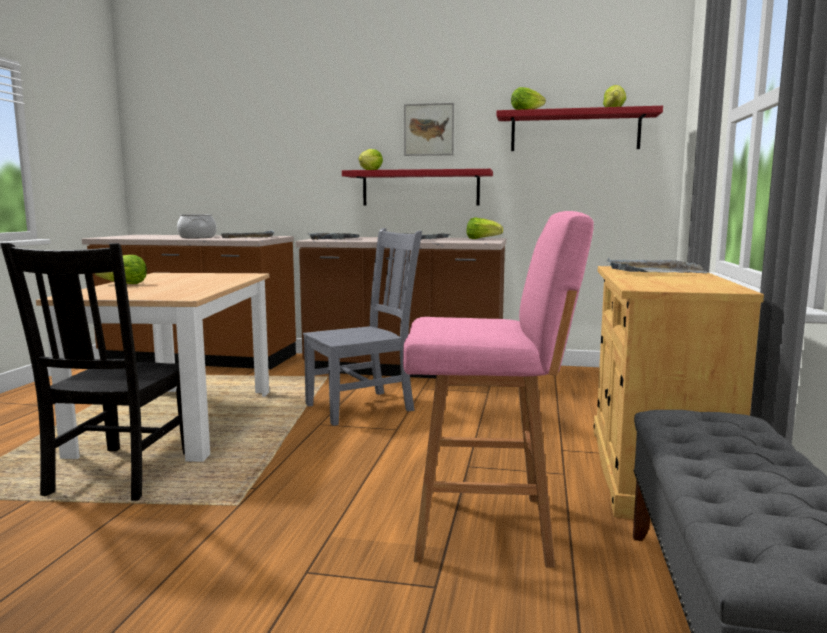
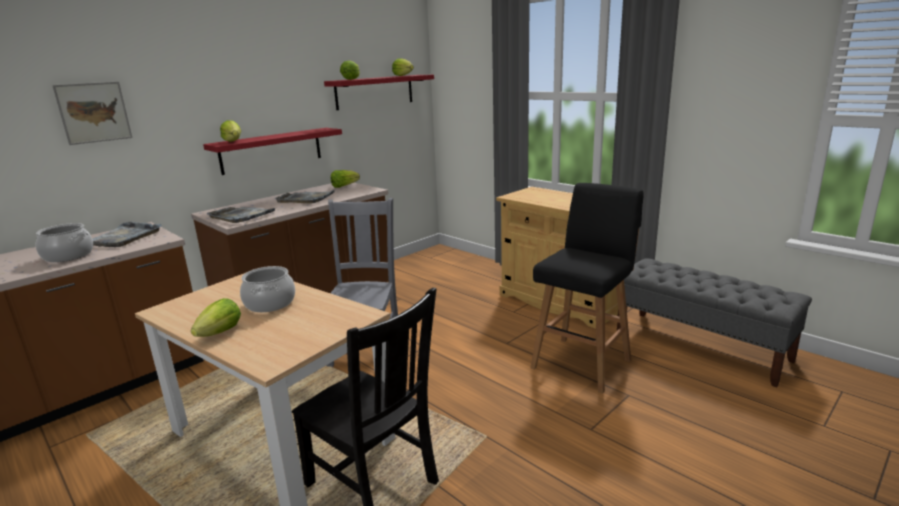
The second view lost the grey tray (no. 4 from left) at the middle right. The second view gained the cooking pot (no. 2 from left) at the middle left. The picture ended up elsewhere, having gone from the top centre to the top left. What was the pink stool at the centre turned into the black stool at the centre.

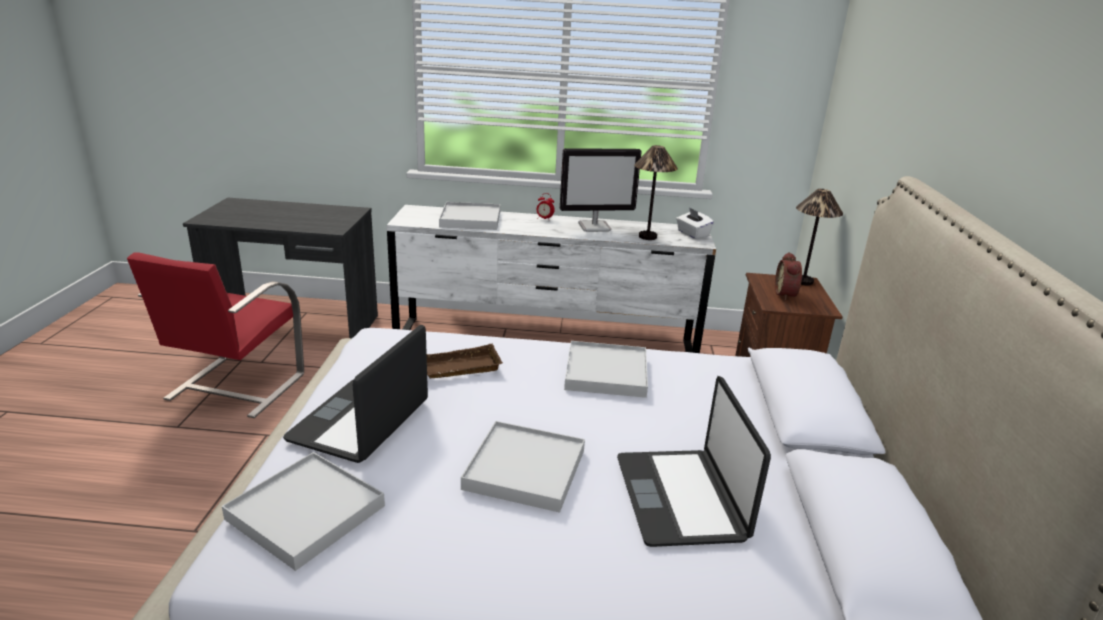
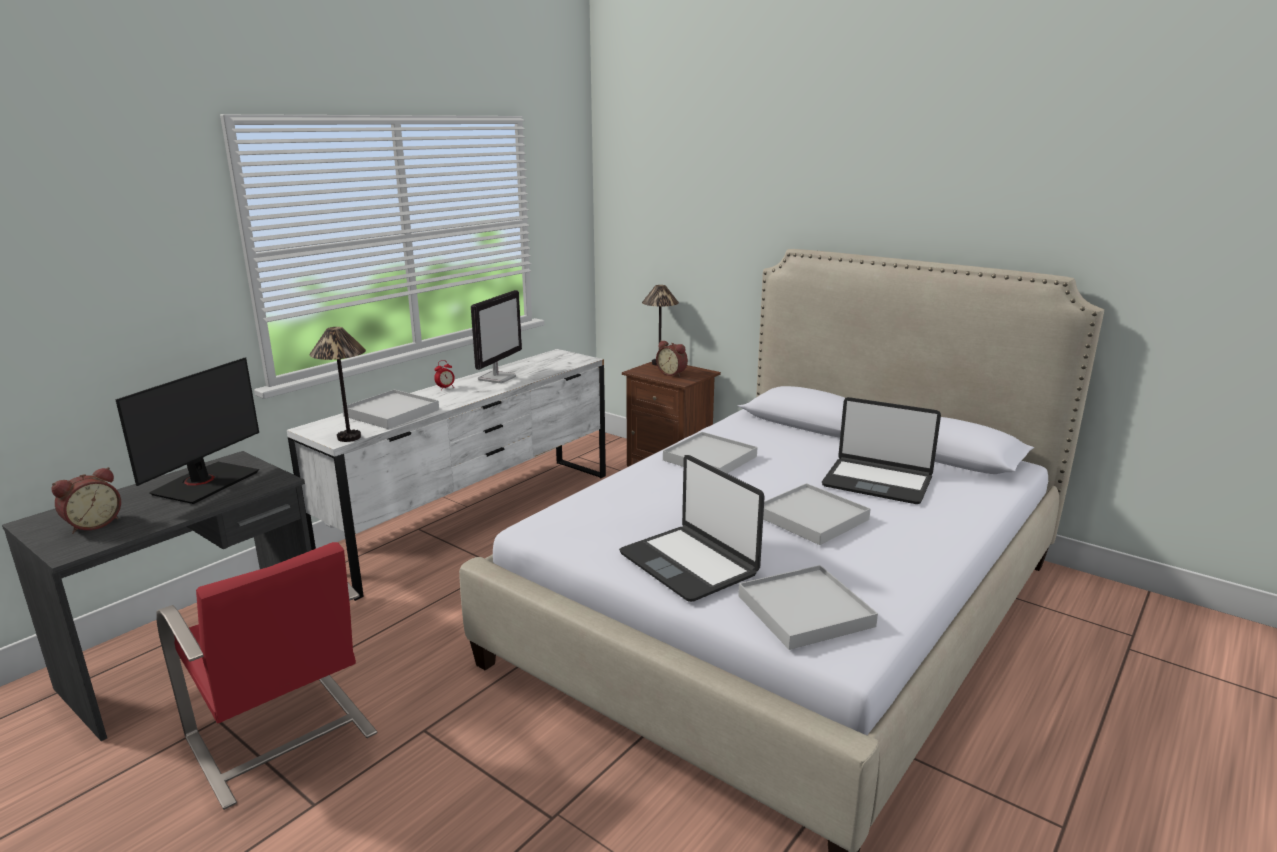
The second view lost the brown tray at the centre. The second view lost the white tissue box at the centre. The second view gained the alarm clock (no. 1 from left) at the middle left. The second view gained the monitor (no. 1 from left) at the middle left. The table lamp (no. 1 from left) ended up elsewhere, having gone from the top centre to the middle left.

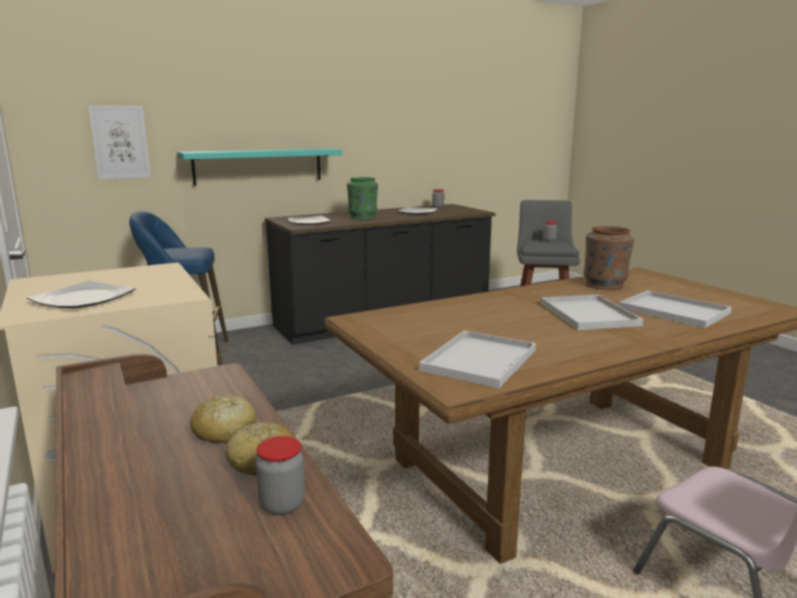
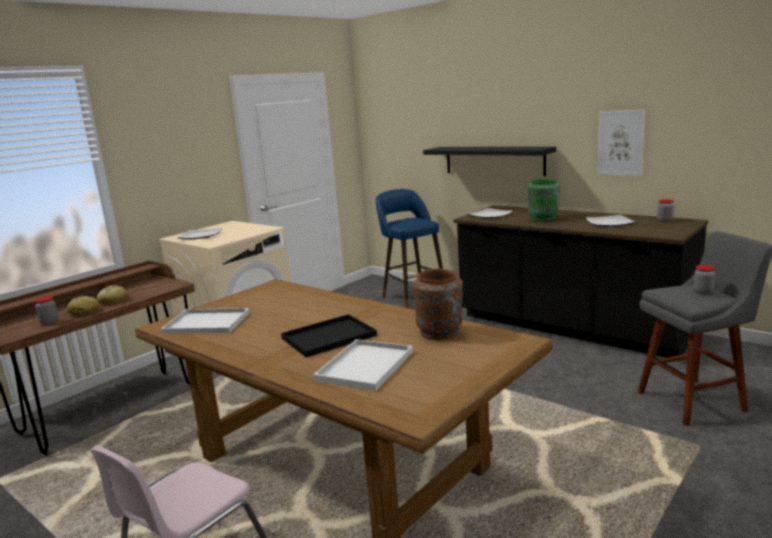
The picture ended up elsewhere, having gone from the top left to the top right. What was the turquoise shelf at the top left turned into the black shelf at the top centre. What was the white tray (no. 2 from left) at the middle right turned into the black tray at the centre.

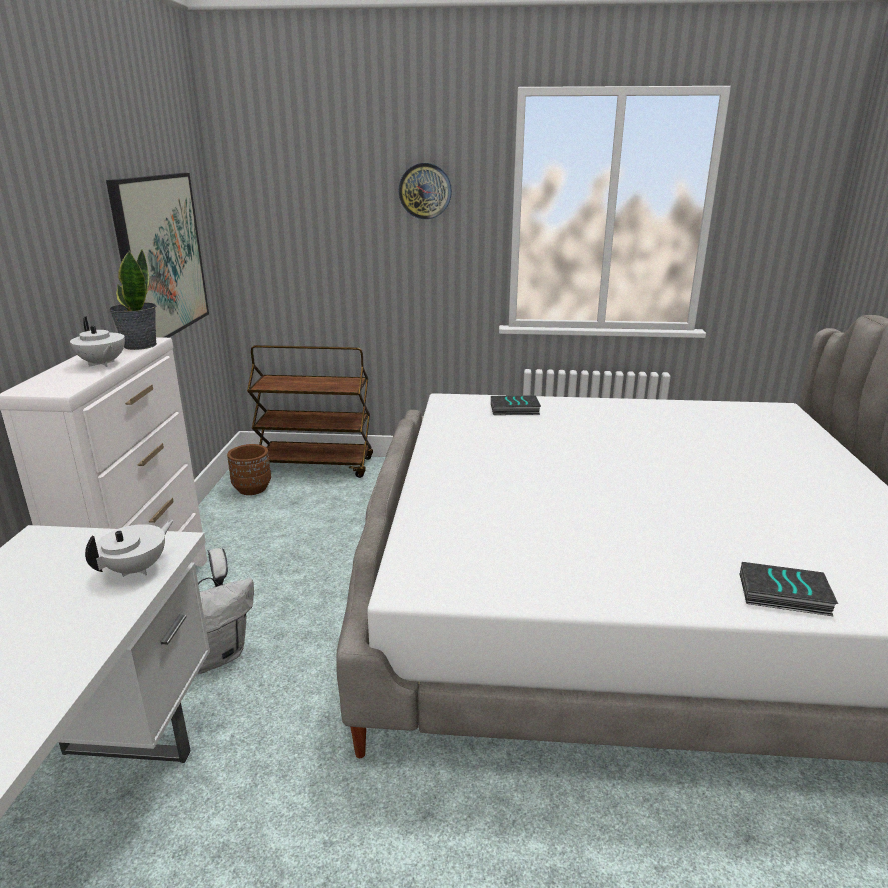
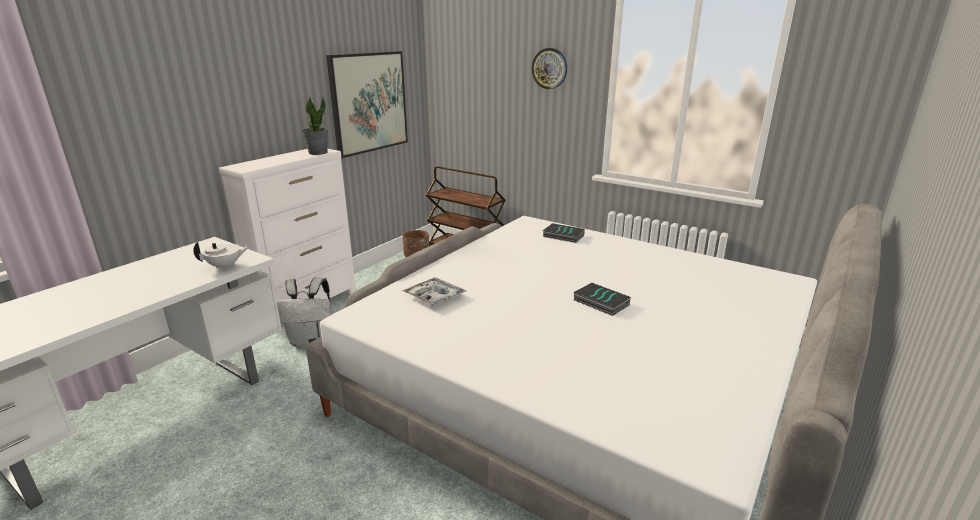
The second view lost the white teapot (no. 1 from left) at the middle left. The second view gained the tray at the centre. The book (no. 2 from left) ended up elsewhere, having gone from the middle right to the centre.

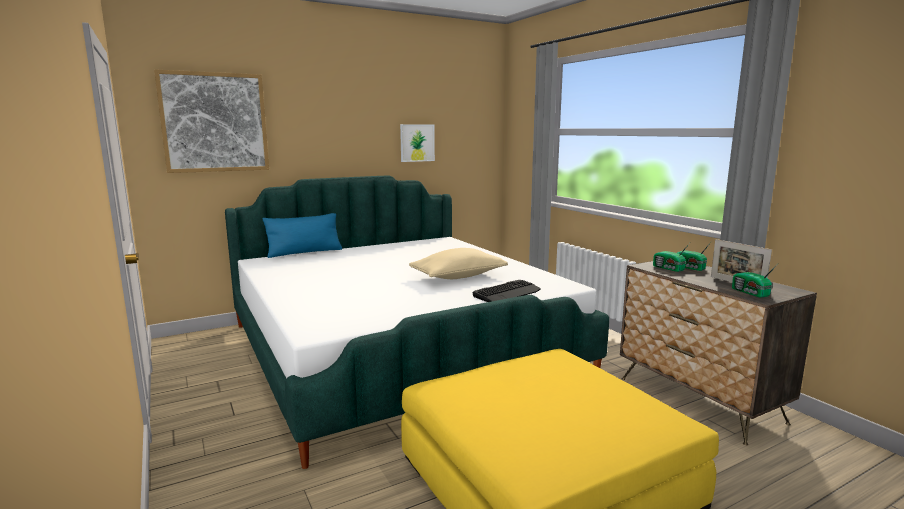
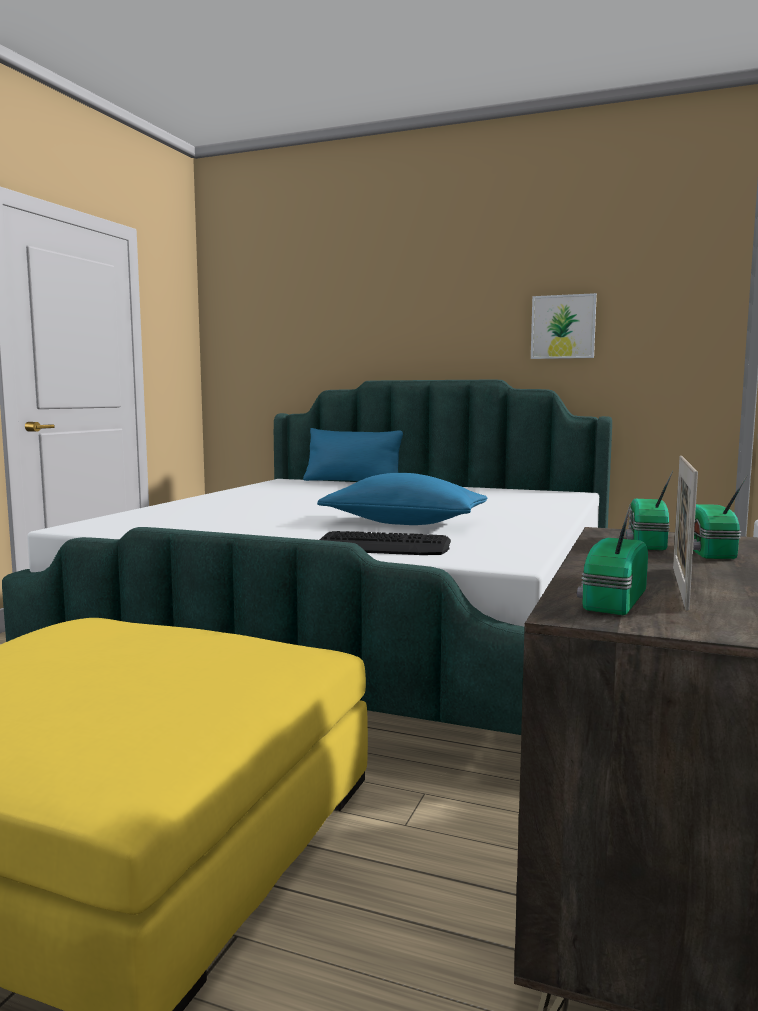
The second view lost the picture (no. 1 from left) at the top left. What was the beige pillow at the centre turned into the blue pillow (no. 2 from left) at the centre.

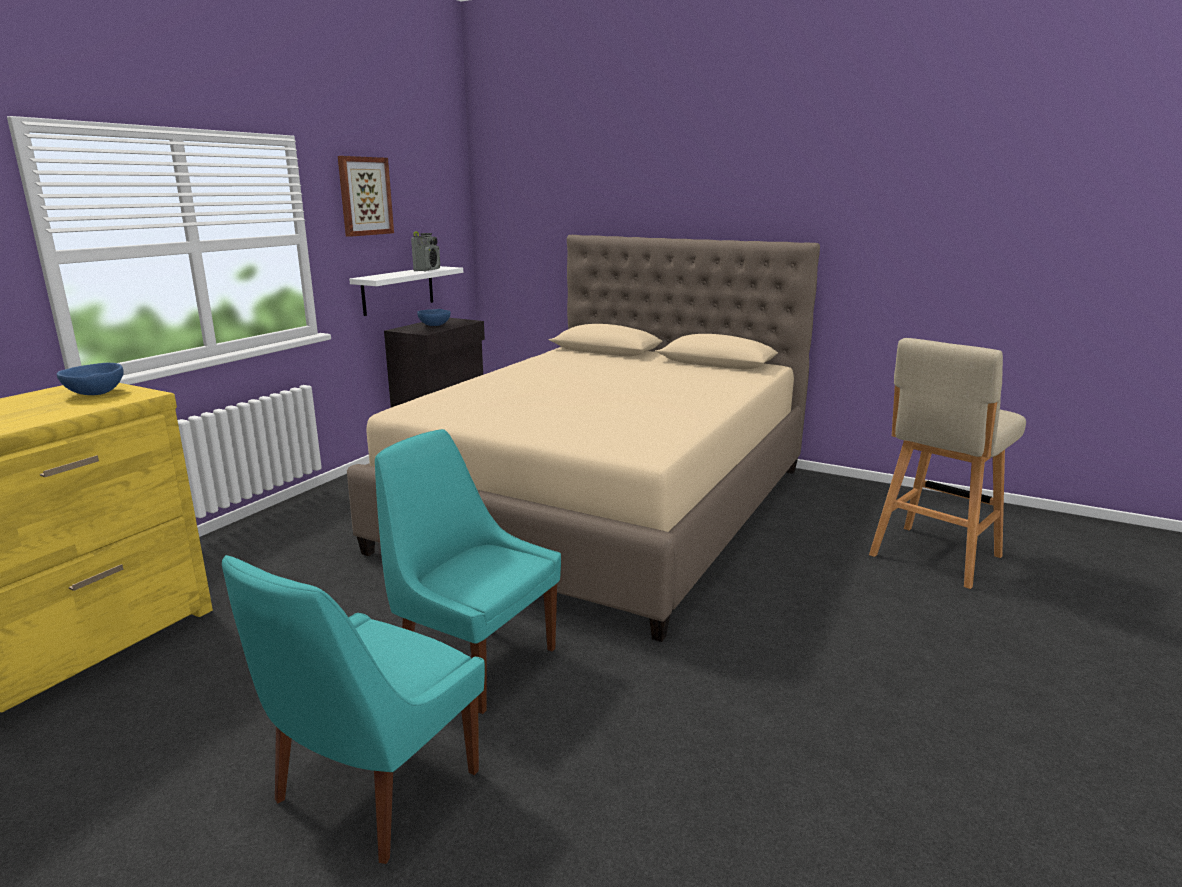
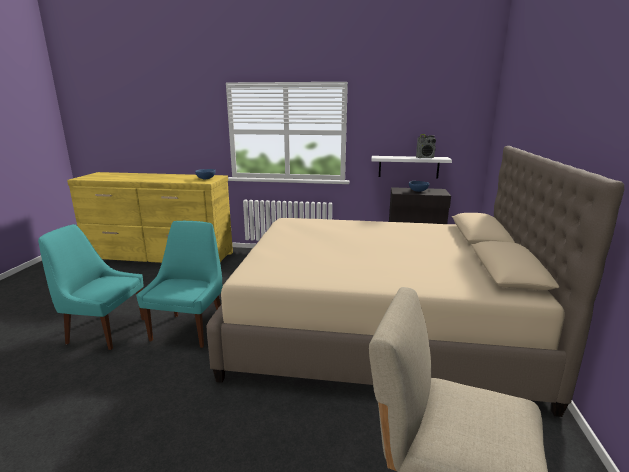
The second view lost the picture at the top left.

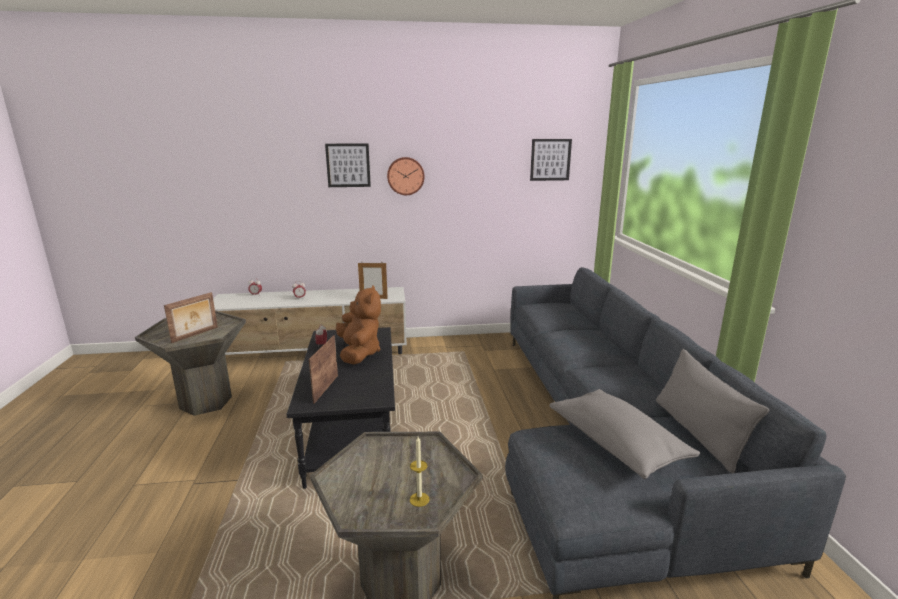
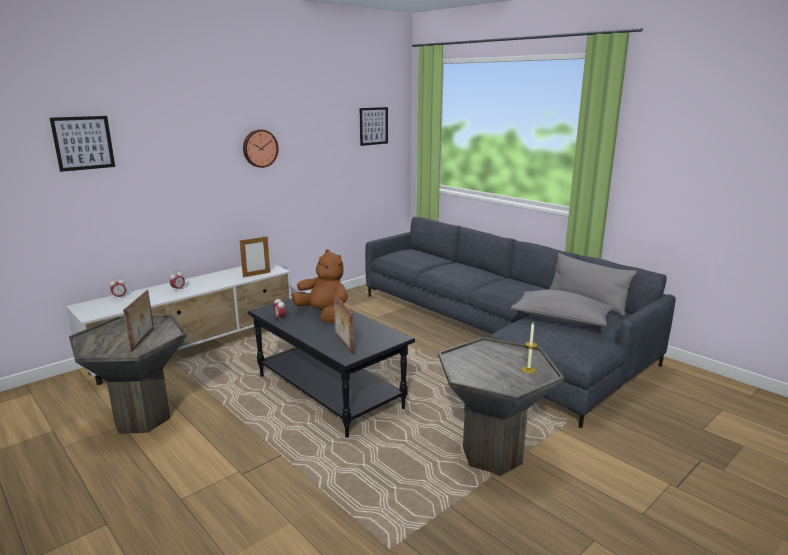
The picture (no. 1 from left) ended up elsewhere, having gone from the top centre to the top left.

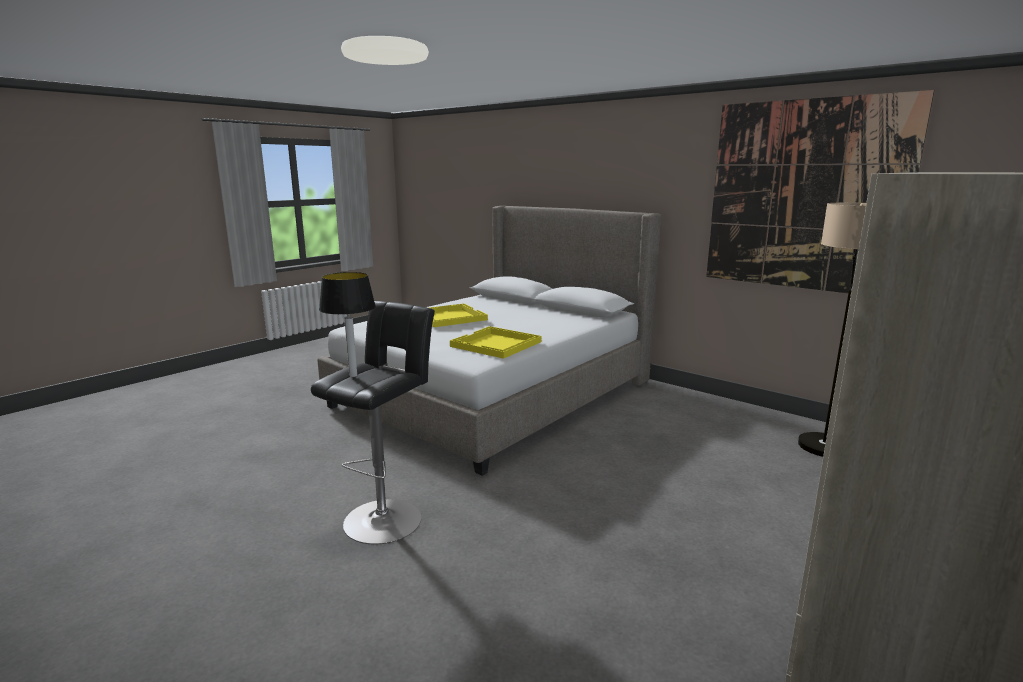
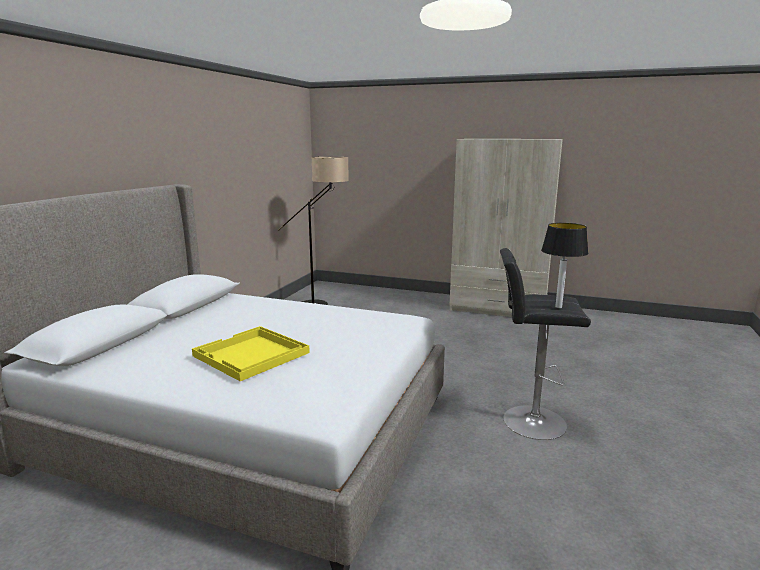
The second view lost the yellow tray (no. 2 from left) at the centre. The second view lost the picture at the top right.

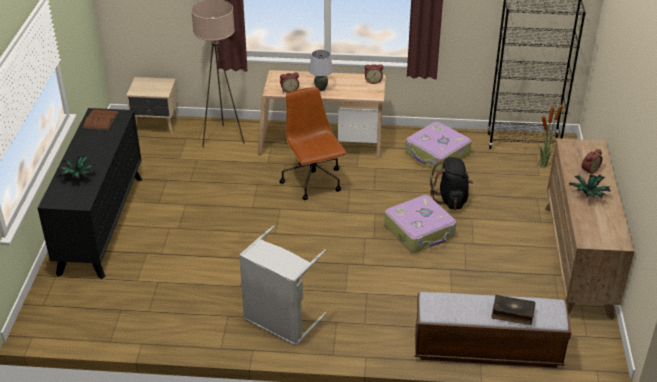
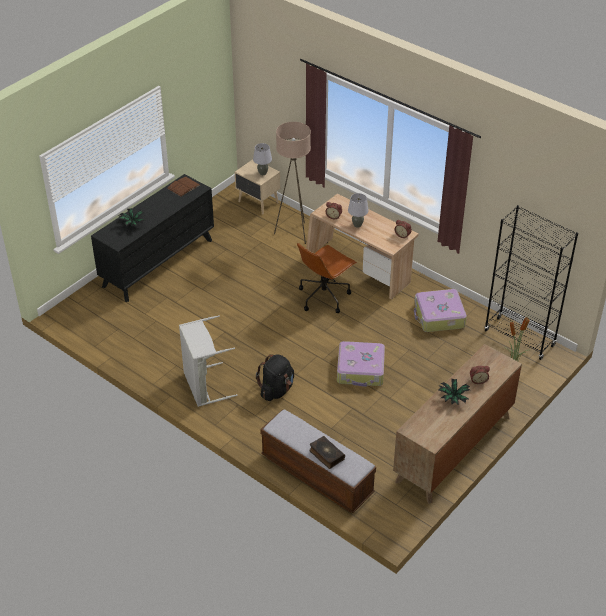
The second view gained the grey table lamp (no. 1 from left) at the top centre. The black backpack ended up elsewhere, having gone from the middle right to the centre. The brown office chair at the centre ended up facing another way, 150 degrees counterclockwise from before.

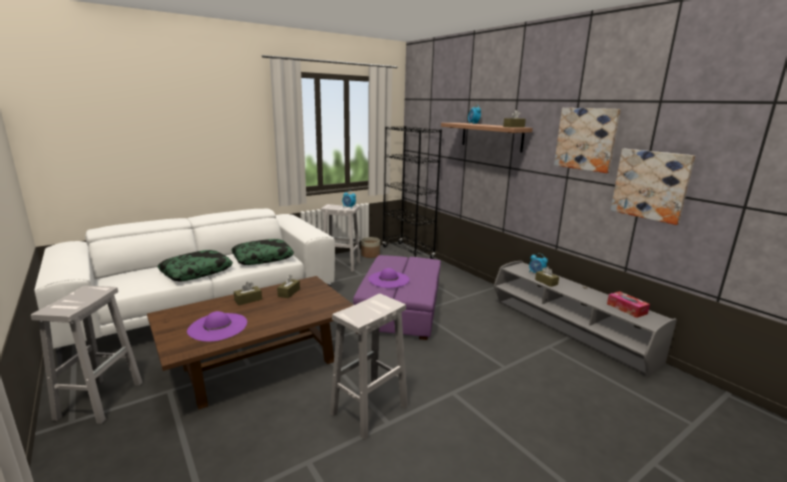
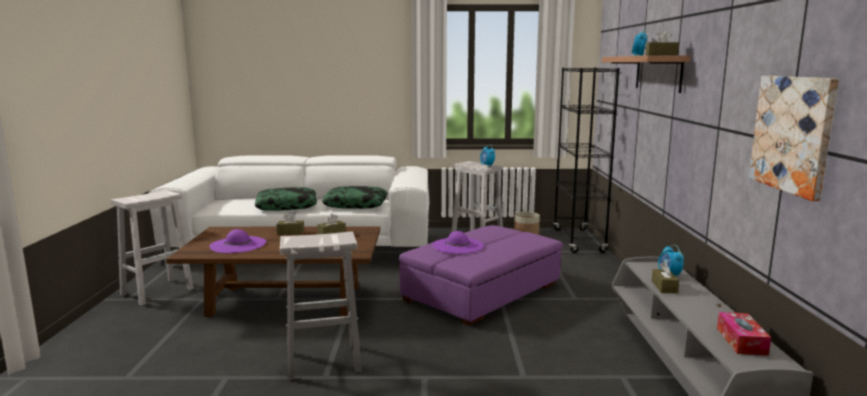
The second view lost the picture (no. 1 from left) at the top right.

